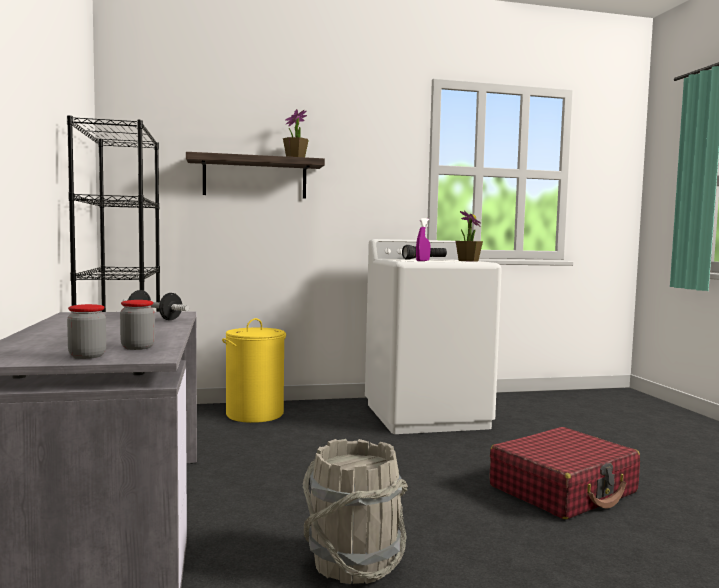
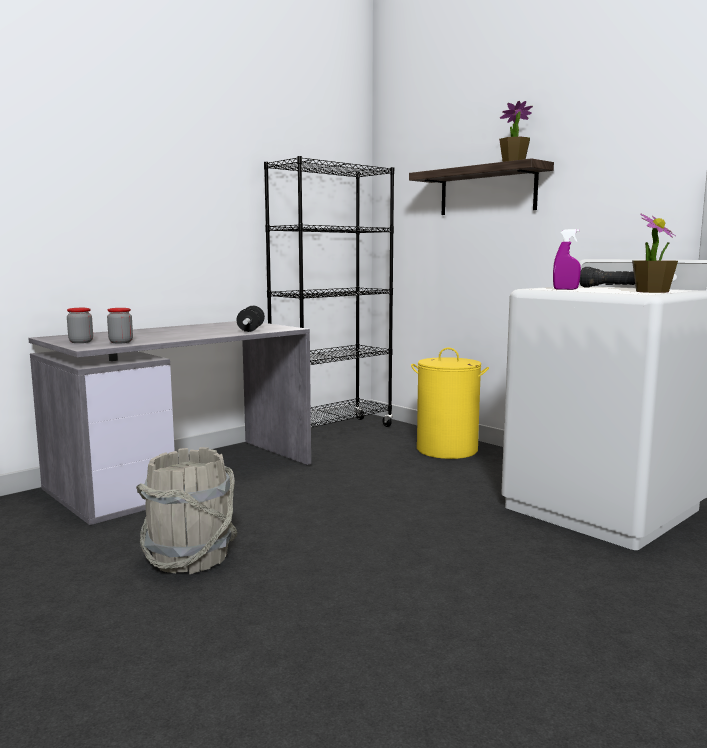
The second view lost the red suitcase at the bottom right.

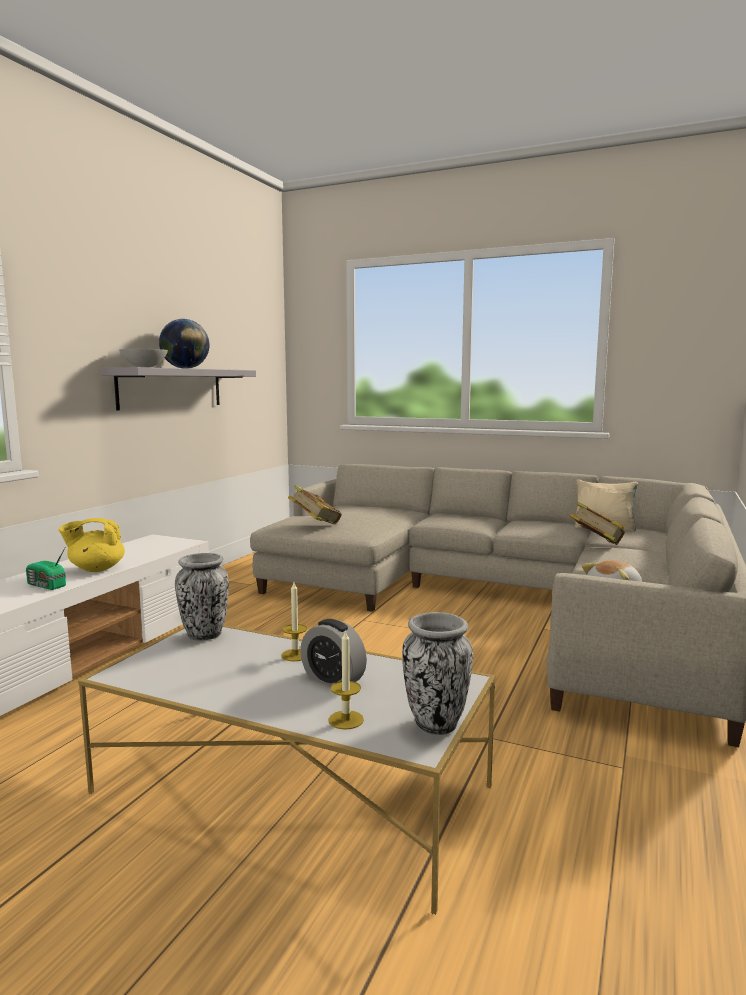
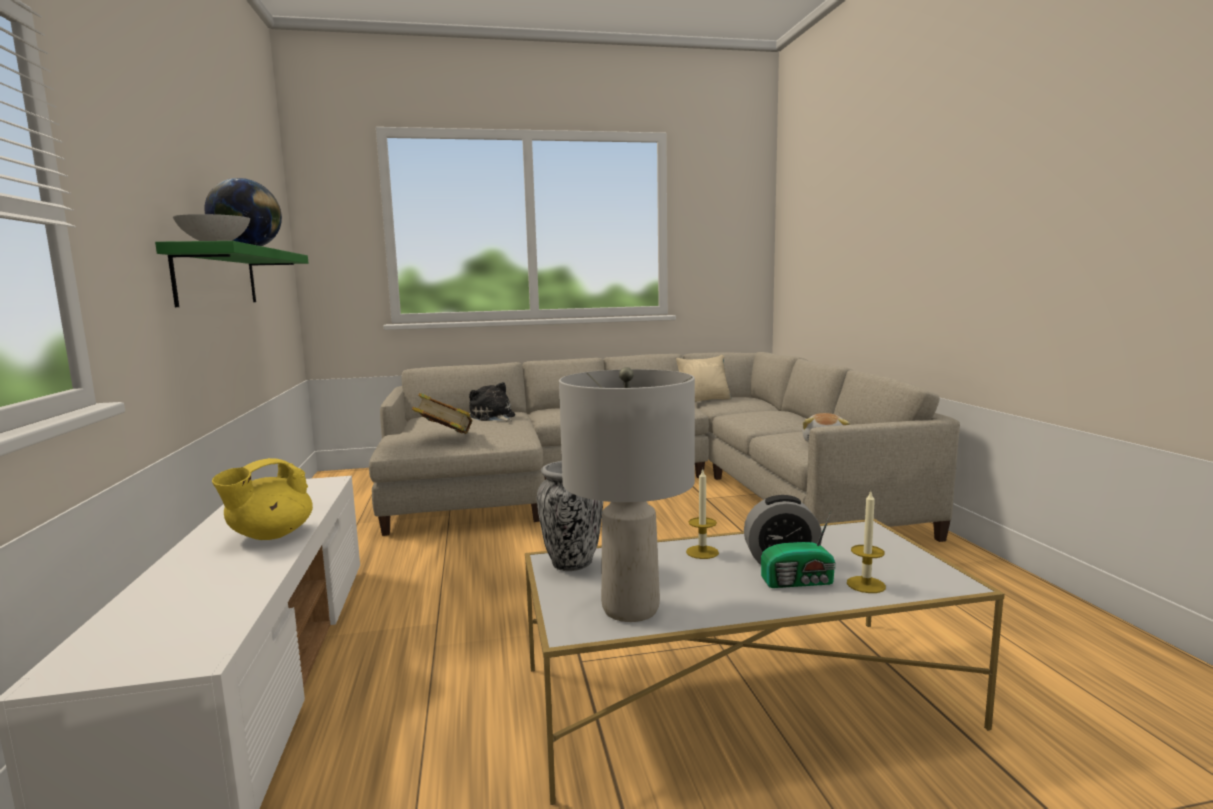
The second view lost the vase (no. 2 from left) at the bottom centre. The second view lost the book (no. 2 from left) at the middle right. The second view gained the plush toy (no. 1 from left) at the centre. The second view gained the grey table lamp at the centre. The radio ended up elsewhere, having gone from the middle left to the bottom centre. What was the grey shelf at the middle left turned into the green shelf at the middle left.

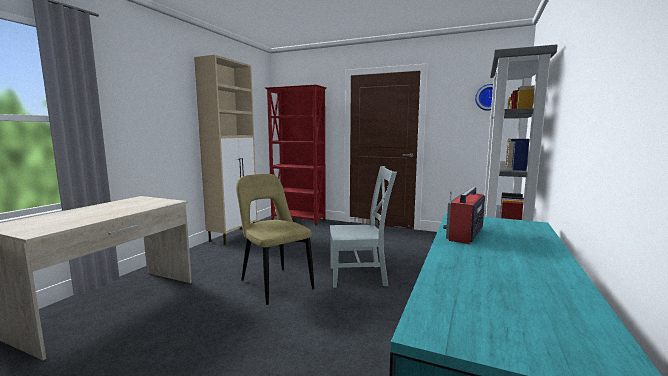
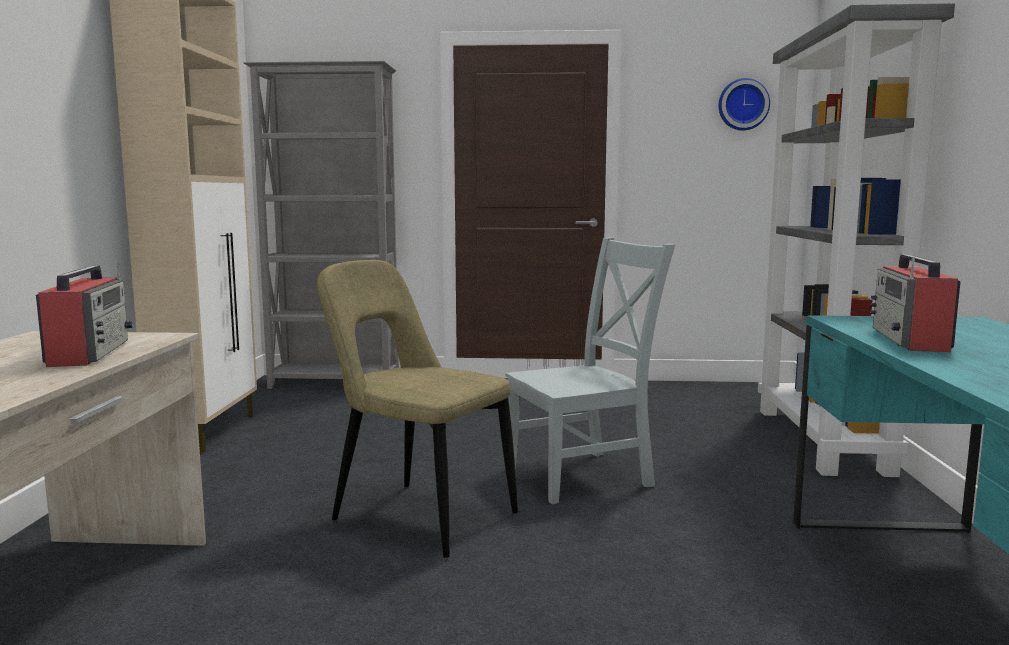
The second view gained the radio (no. 1 from left) at the middle left. What was the red bookcase at the centre turned into the grey bookcase (no. 1 from left) at the middle left.

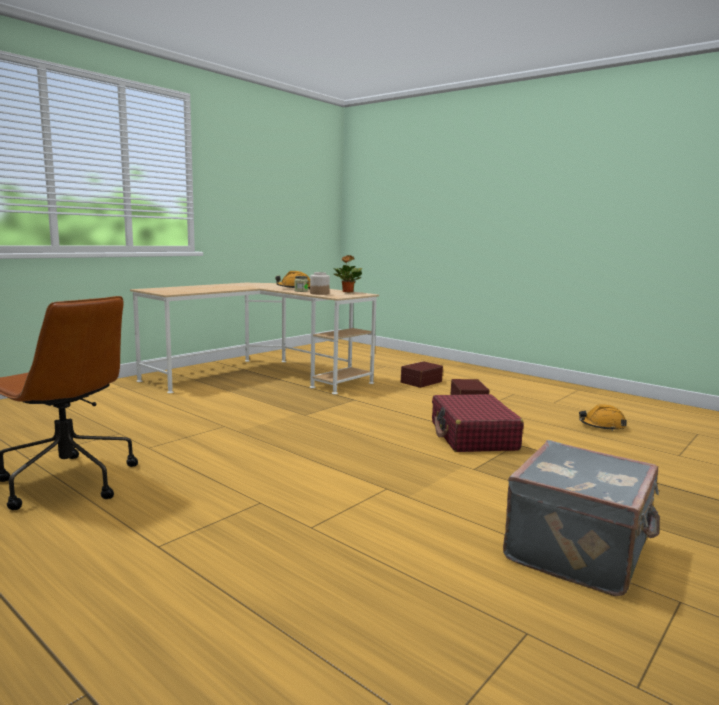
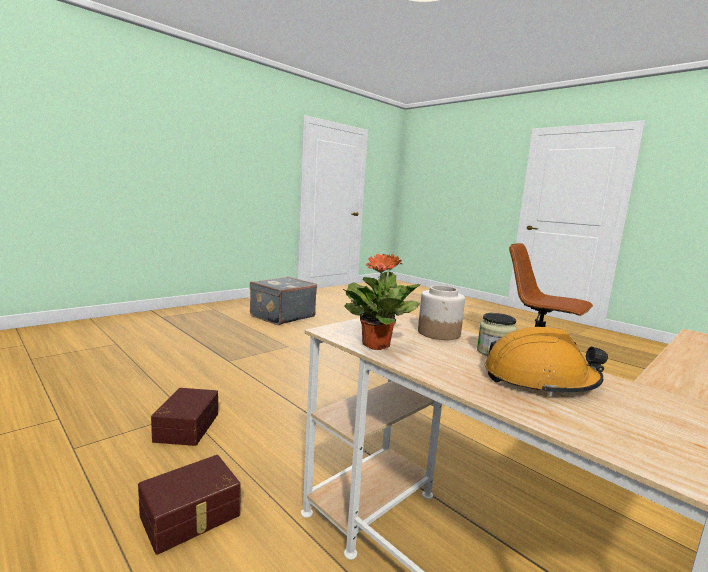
The second view lost the red suitcase at the centre. The second view lost the orange hard hat (no. 2 from left) at the middle right.

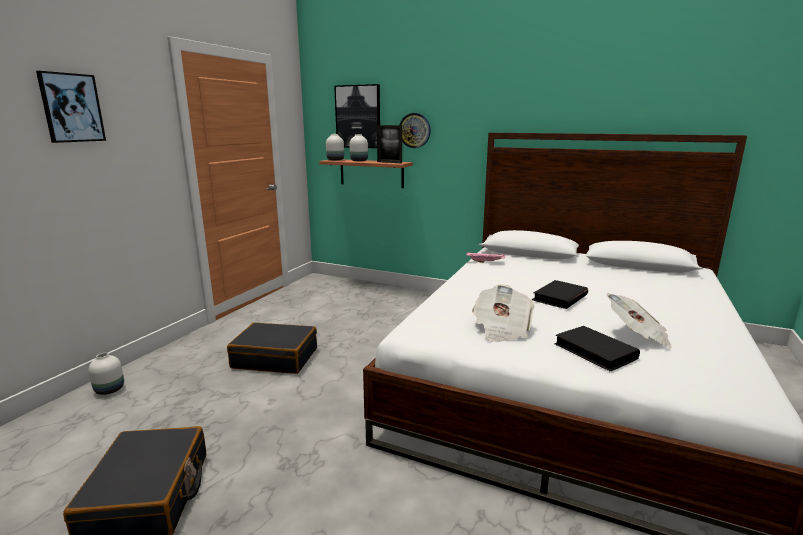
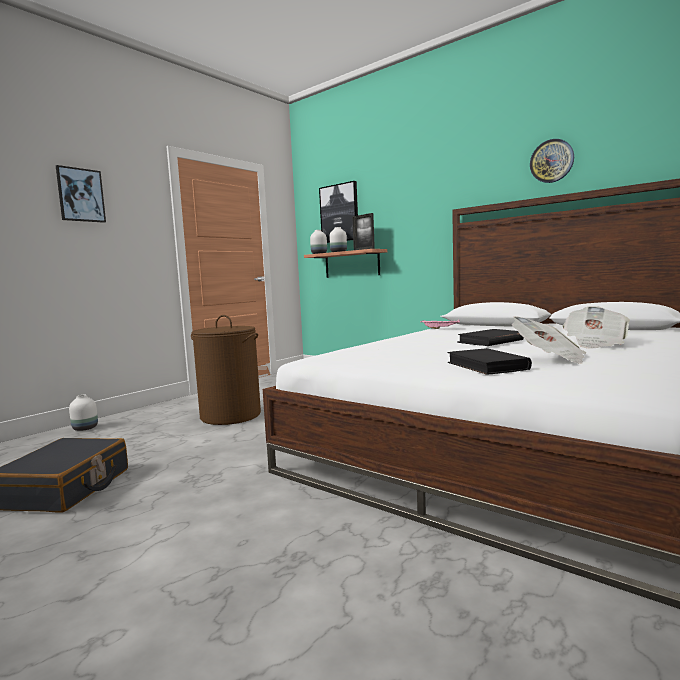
The wall clock ended up elsewhere, having gone from the top centre to the top right. The newspaper (no. 1 from left in the first image) ended up elsewhere, having gone from the centre to the middle right. Where the black suitcase (no. 2 from left) stood at the centre, the brown laundry basket came to stand at the middle left.

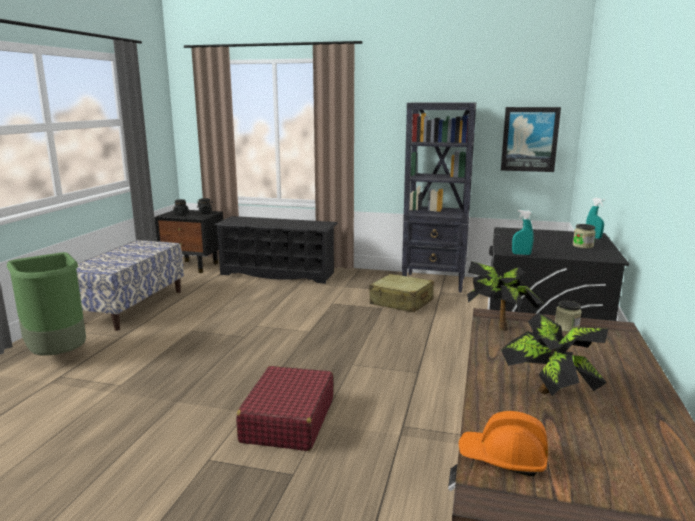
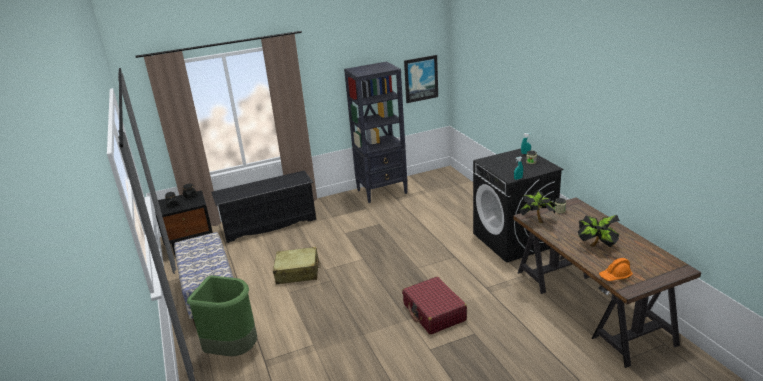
The beige suitcase ended up elsewhere, having gone from the centre to the bottom centre.

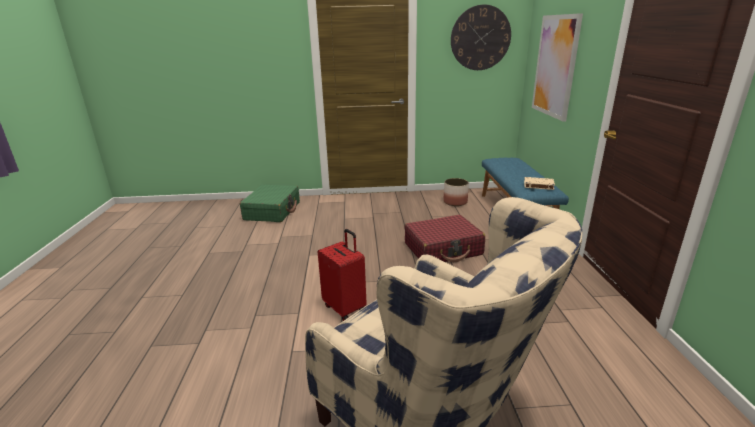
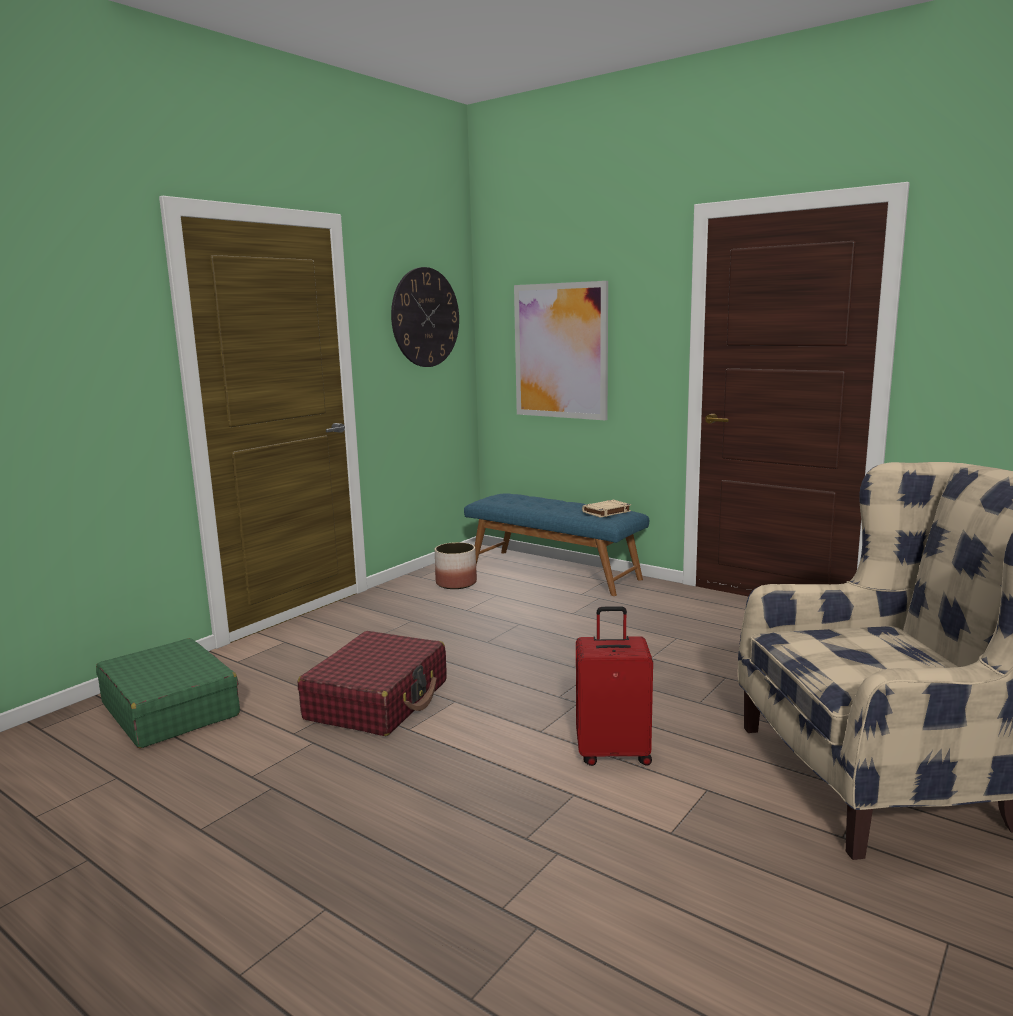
The red suitcase (no. 2 from left in the first image) ended up elsewhere, having gone from the centre to the bottom centre.

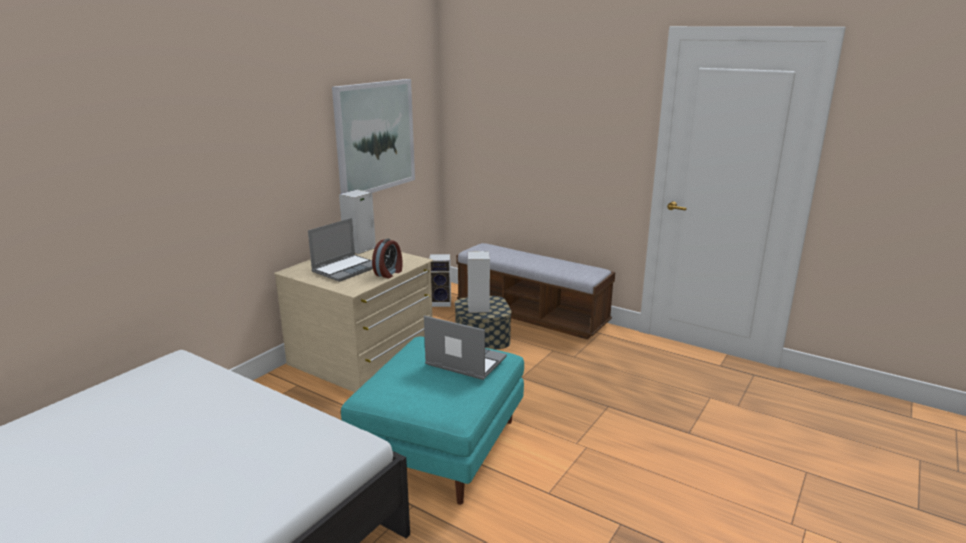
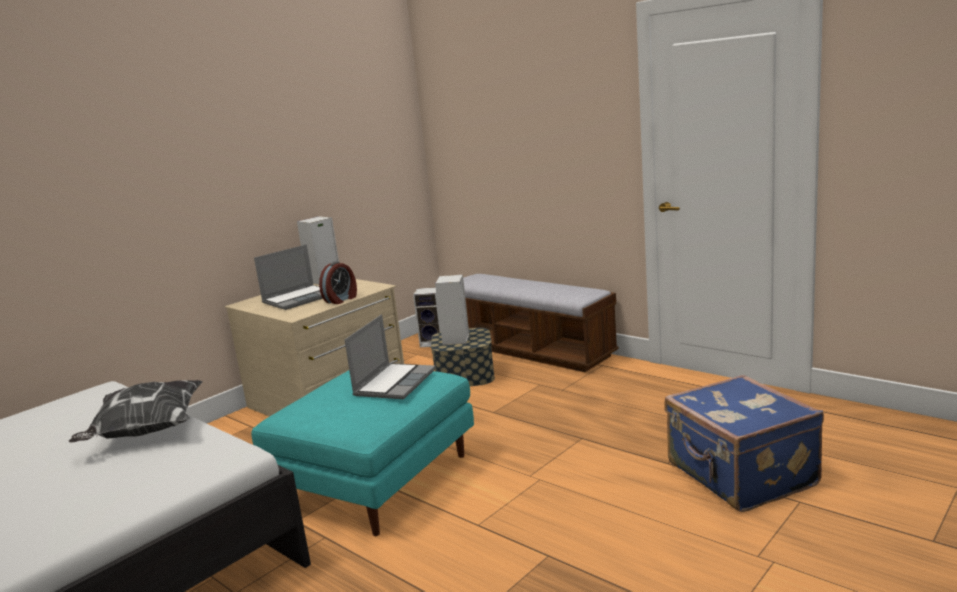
The second view lost the picture at the top centre. The second view gained the pillow at the bottom left. The second view gained the blue suitcase at the bottom right. The laptop (no. 2 from left) at the centre ended up facing another way, 75 degrees clockwise from before.

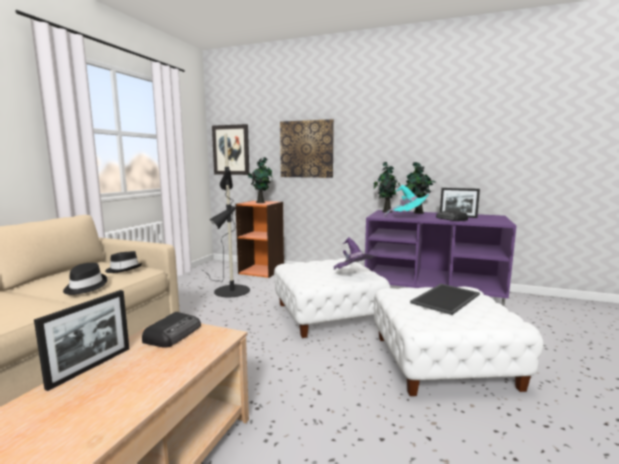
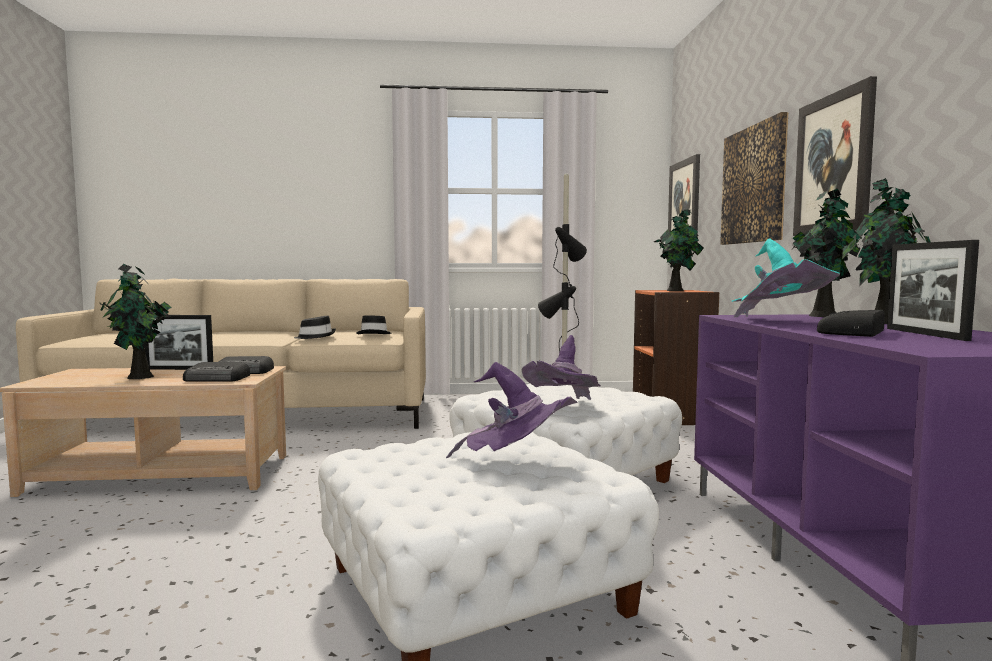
The second view gained the potted plant (no. 1 from left) at the middle left. The second view gained the radio (no. 1 from left) at the middle left. The second view gained the picture (no. 3 from left) at the top right. Where the tray stood at the middle right, the purple hat (no. 1 from left) came to stand at the centre.

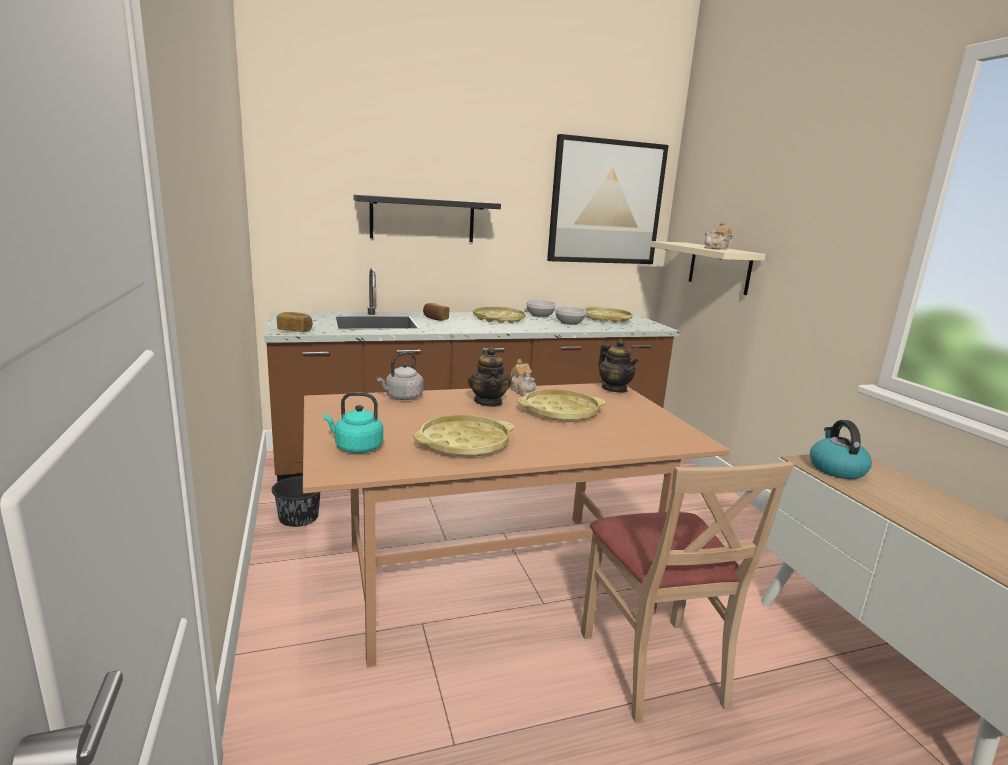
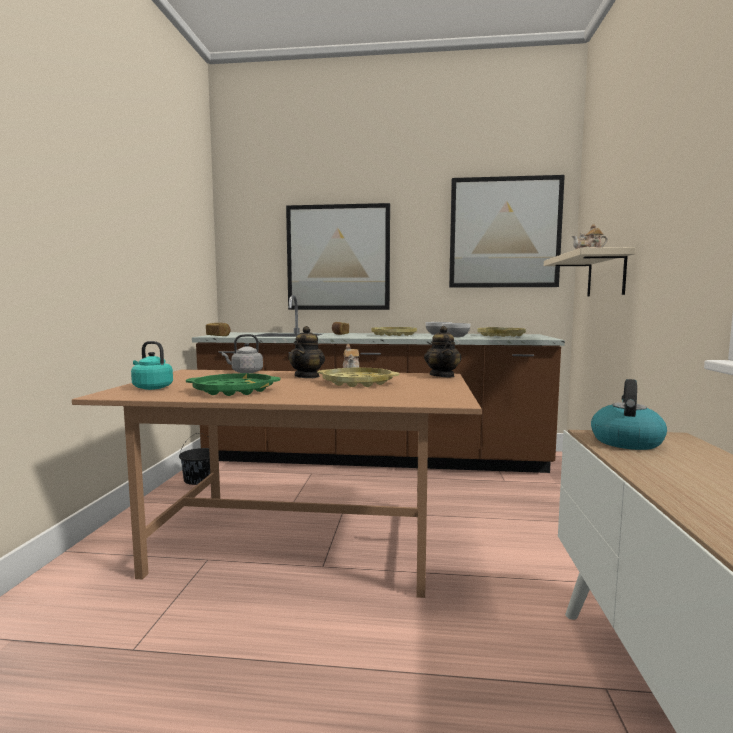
The second view lost the beige chair at the bottom right. Where the black shelf hung at the top centre, the picture (no. 1 from left) came to hang at the centre. What was the yellow tray (no. 1 from left) at the centre turned into the green tray at the middle left.

